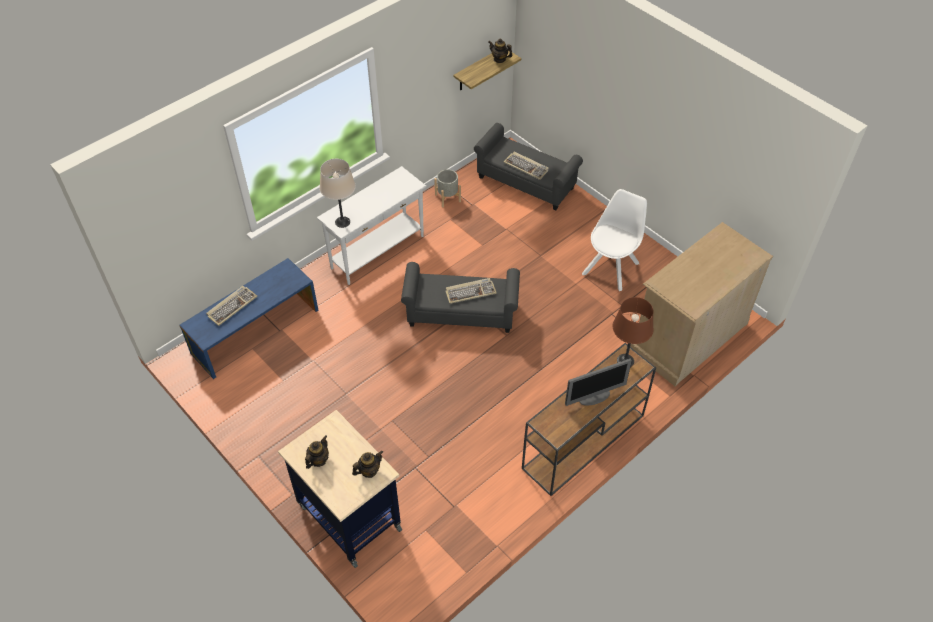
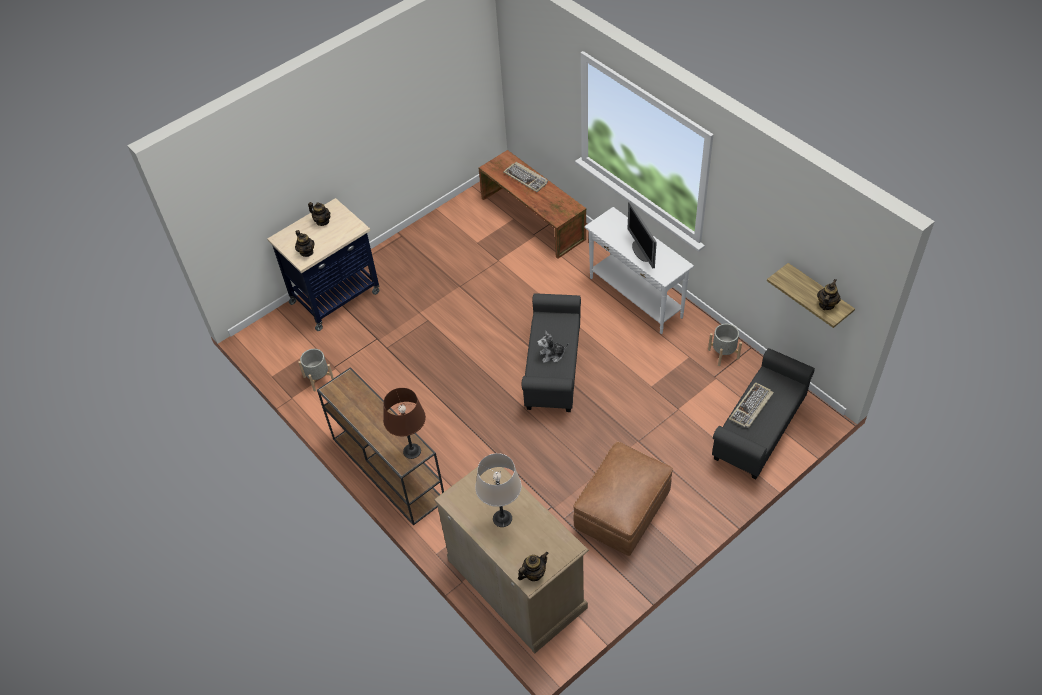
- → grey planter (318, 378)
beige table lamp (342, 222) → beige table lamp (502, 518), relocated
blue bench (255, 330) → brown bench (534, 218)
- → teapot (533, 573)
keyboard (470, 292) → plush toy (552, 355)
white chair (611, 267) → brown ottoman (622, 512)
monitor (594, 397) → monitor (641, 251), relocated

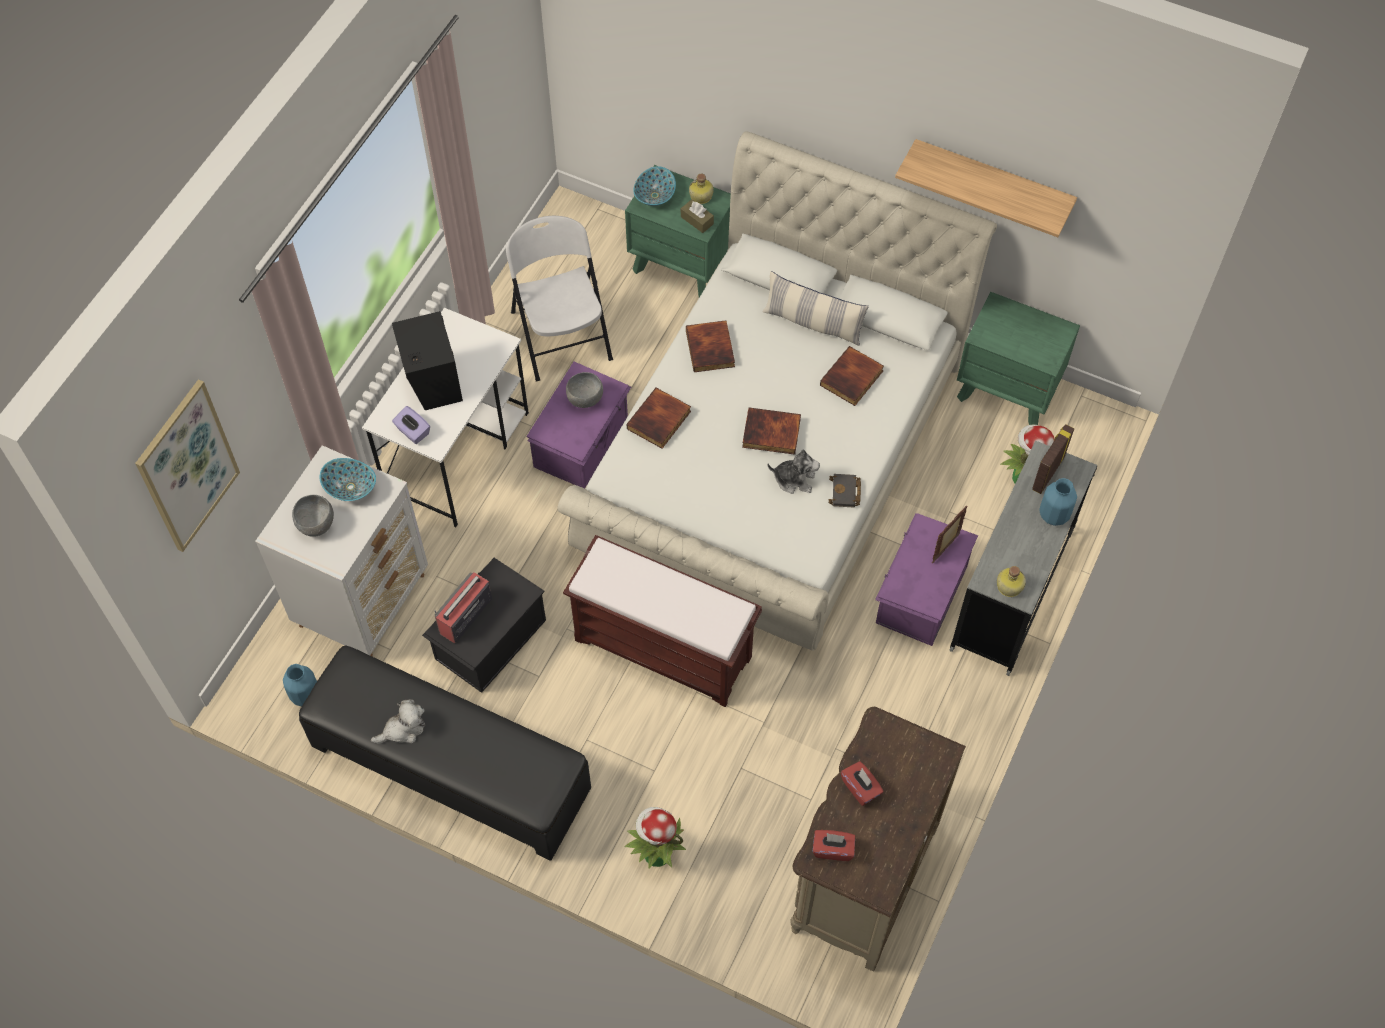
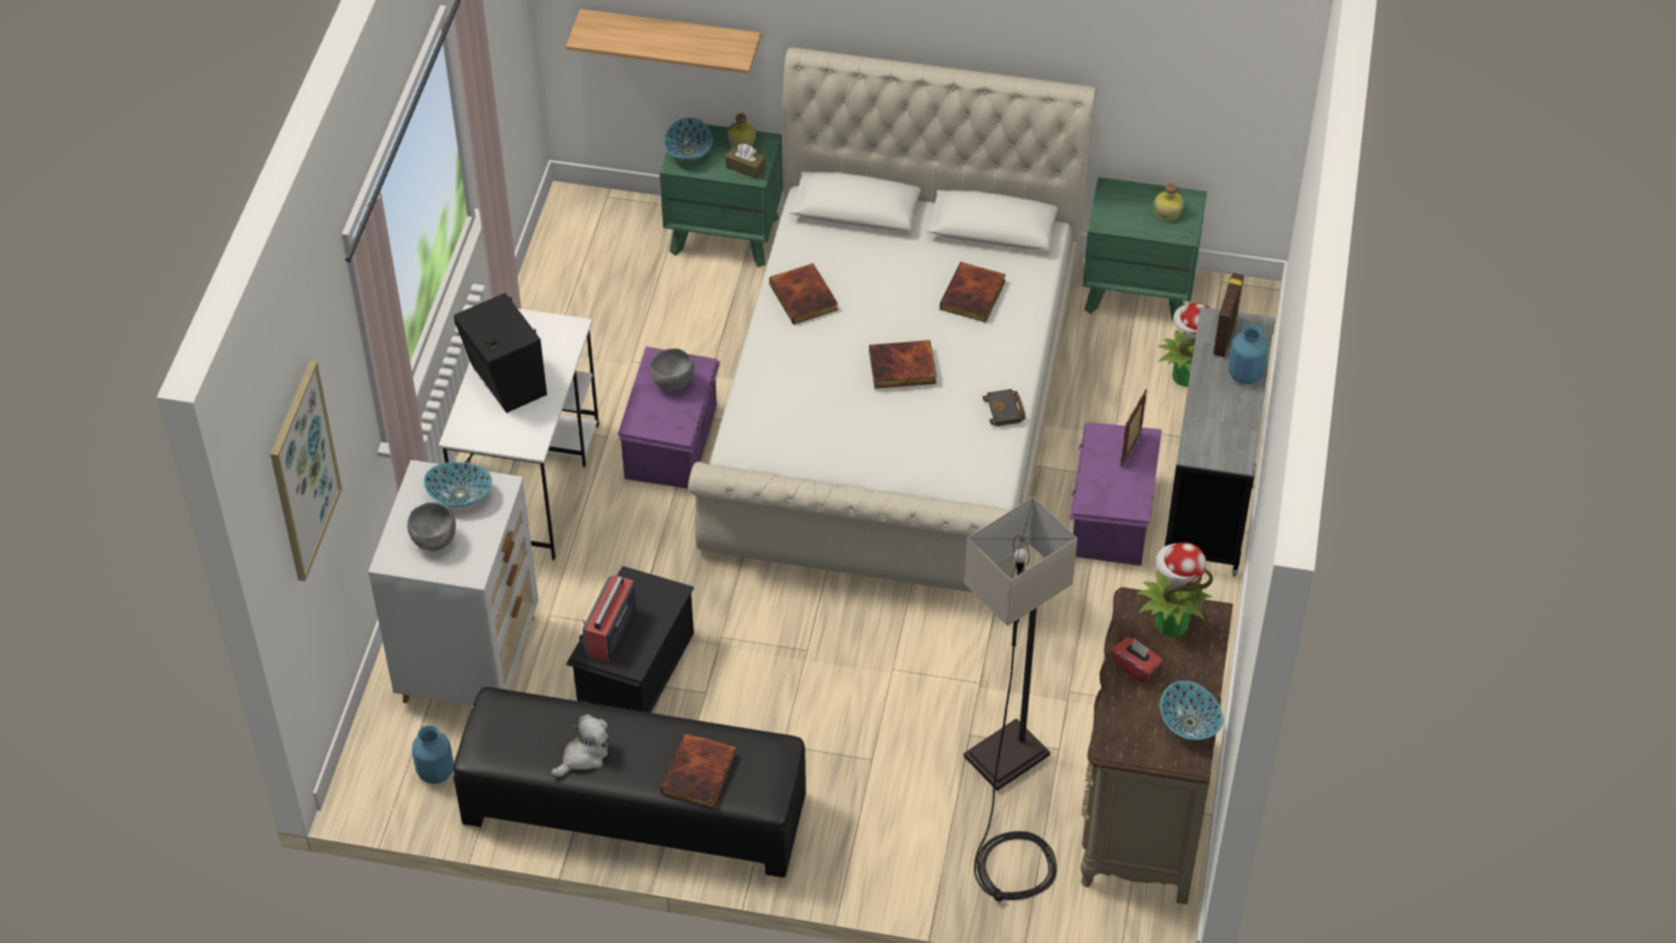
shelf (992, 182) → shelf (671, 38), relocated
book (659, 421) → book (700, 774), relocated
- → floor lamp (1009, 816)
potted plant (656, 853) → potted plant (1170, 623), relocated
bottle (1008, 586) → bottle (1167, 212), relocated
- → bowl (1189, 723)
purple tissue box (412, 432) → -
white chair (562, 335) → -
brown bench (665, 648) → -
pillow (813, 323) → -
plush toy (794, 479) → -
red tissue box (833, 849) → -

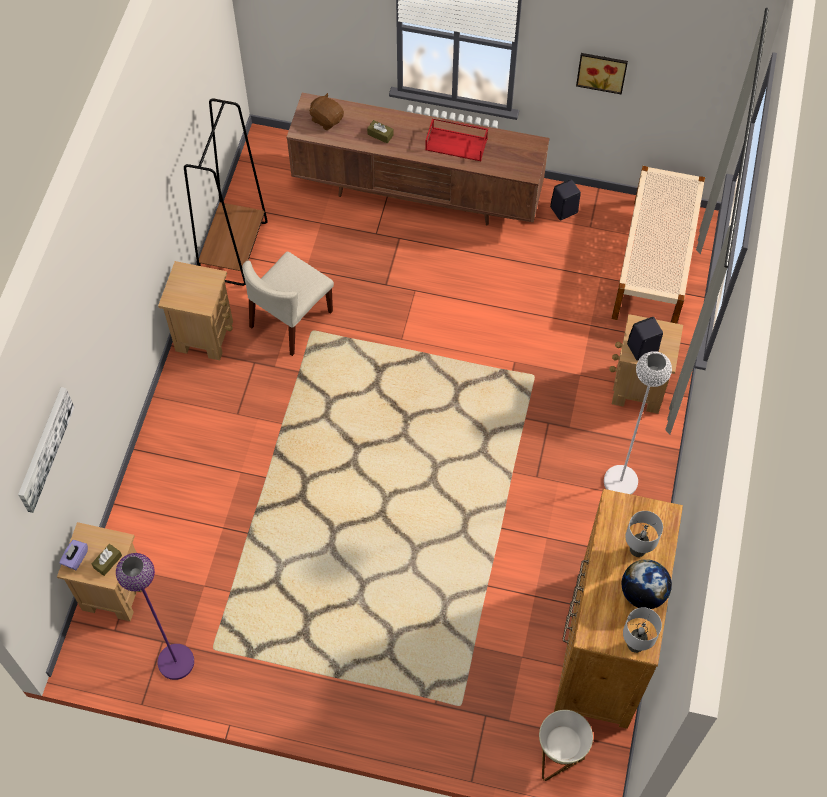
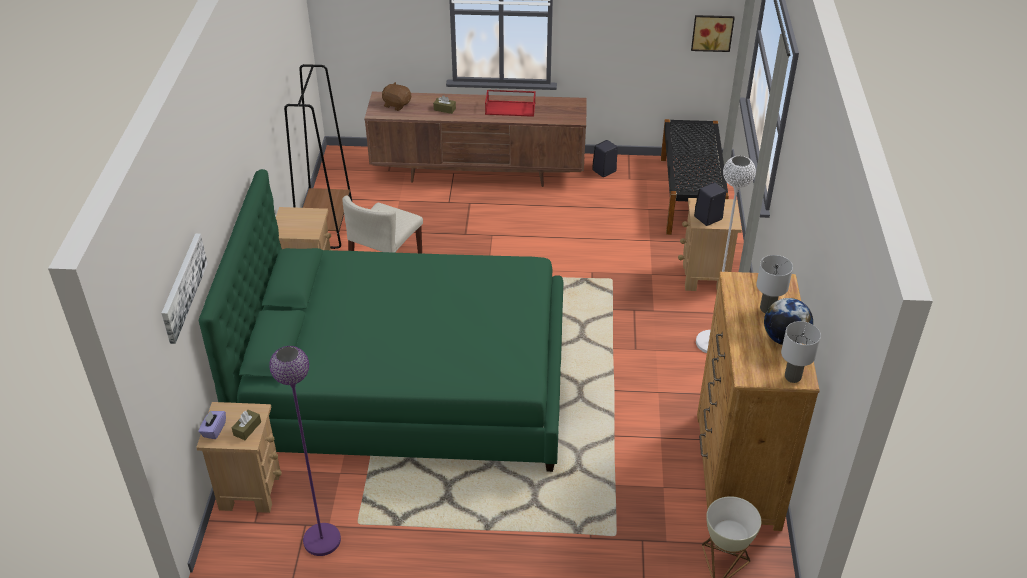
- → green bed (406, 384)
beige bench (655, 264) → black bench (690, 195)
picture (602, 71) → picture (712, 32), relocated

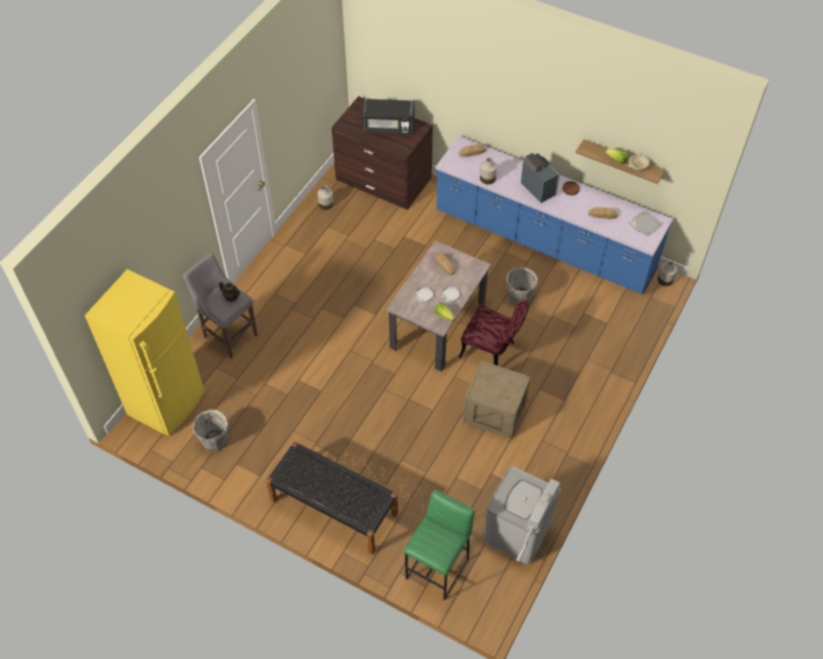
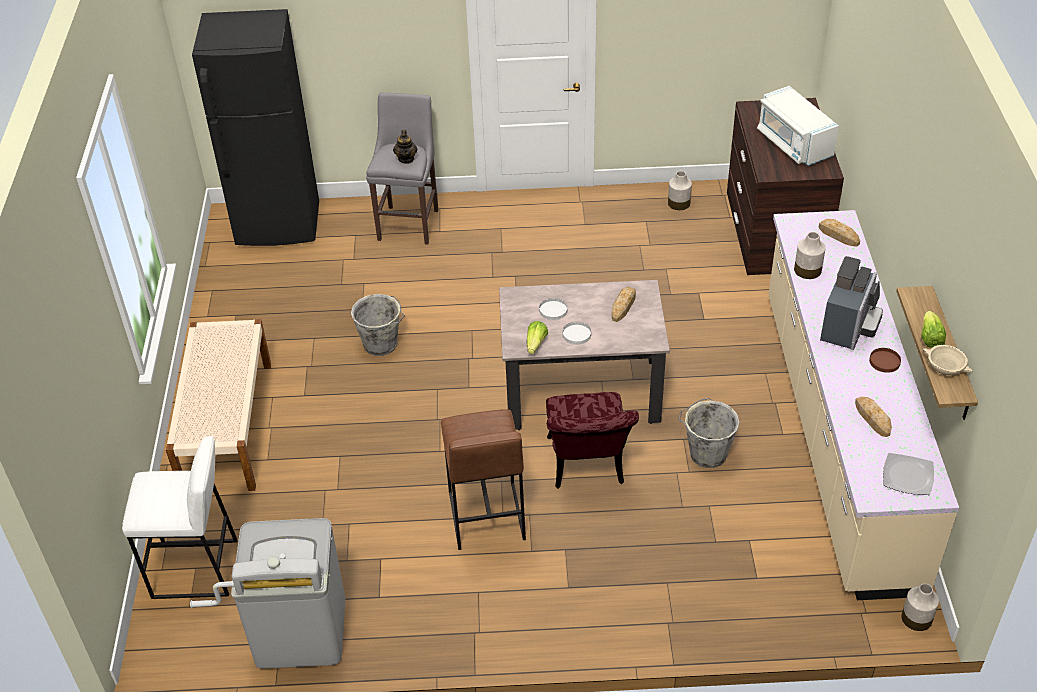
green stool (438, 568) → white stool (197, 569)
black bench (333, 508) → beige bench (226, 426)
yellow fridge (167, 404) → black fridge (278, 224)
grey bucket (216, 440) → grey bucket (381, 345), relocated
crate (495, 412) → brown stool (486, 517)
black microwave (388, 126) → white microwave (793, 143)
blue counter (544, 242) → beige counter (837, 436)

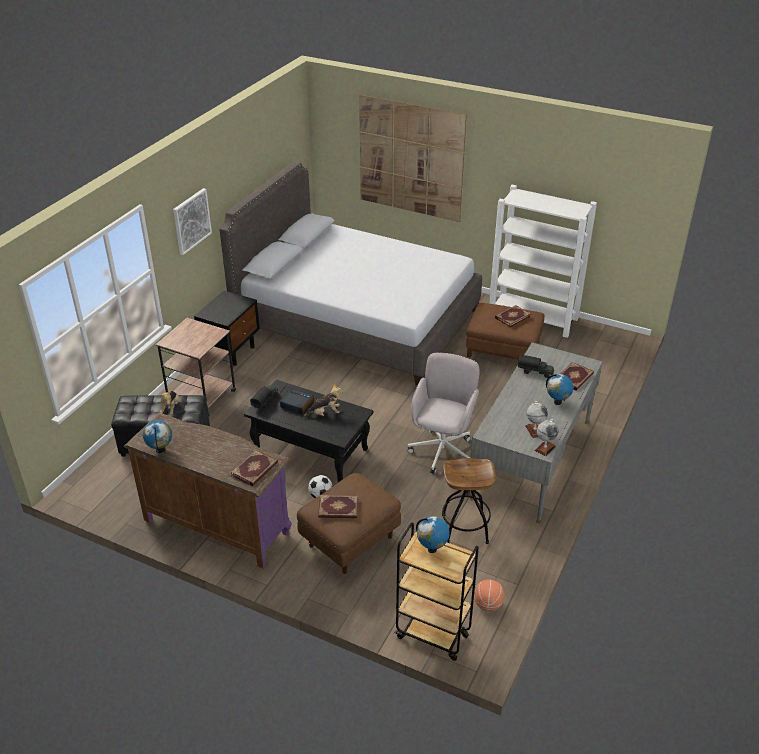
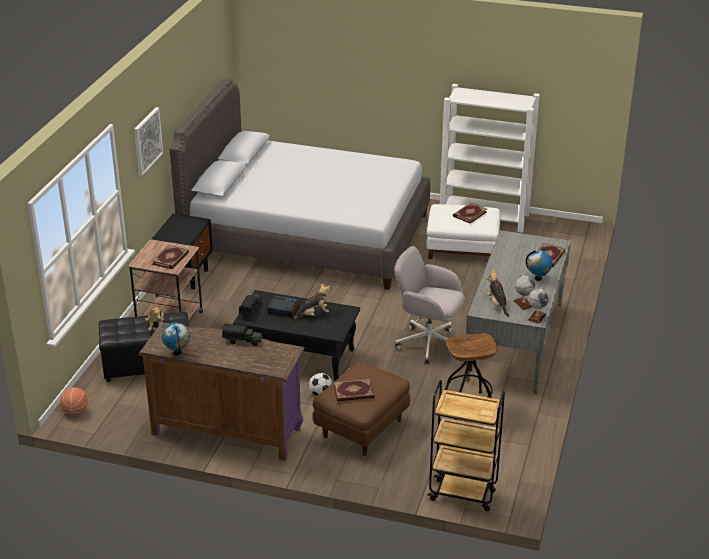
basketball (488, 604) → basketball (75, 411), relocated
book (255, 469) → book (171, 258), relocated
toy truck (535, 372) → toy truck (243, 341), relocated
grey office chair (442, 451) → grey office chair (428, 344), 75 degrees counterclockwise
brown ottoman (504, 348) → white ottoman (463, 247)
- → plush toy (497, 304)
picture (411, 159) → -
globe (432, 549) → -

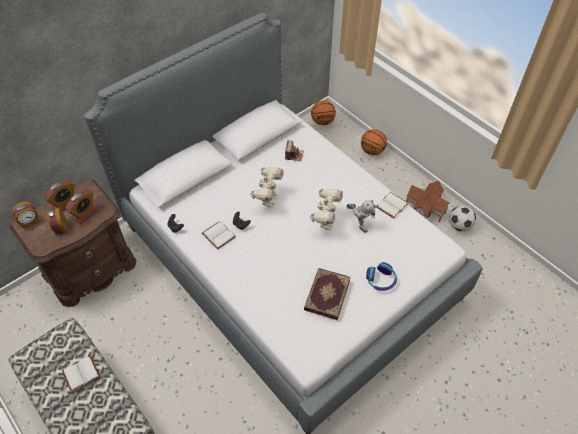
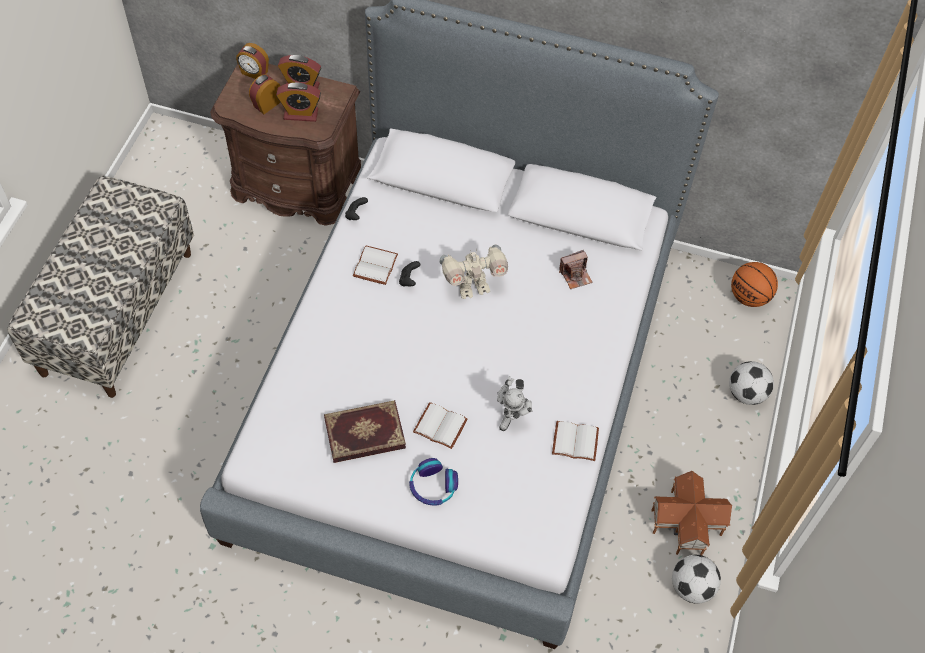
white book (81, 373) → white book (441, 425), relocated
basketball (372, 151) → football (746, 393)
toy robot (325, 222) → -

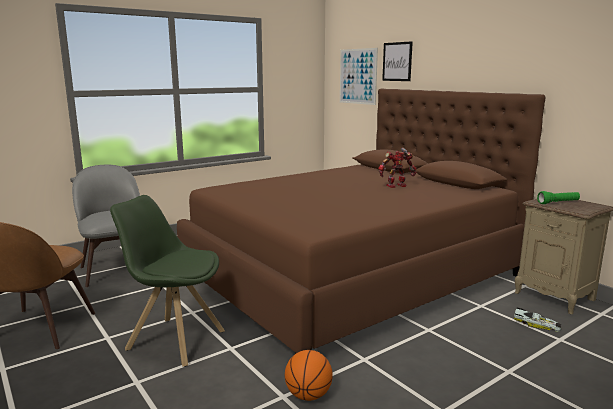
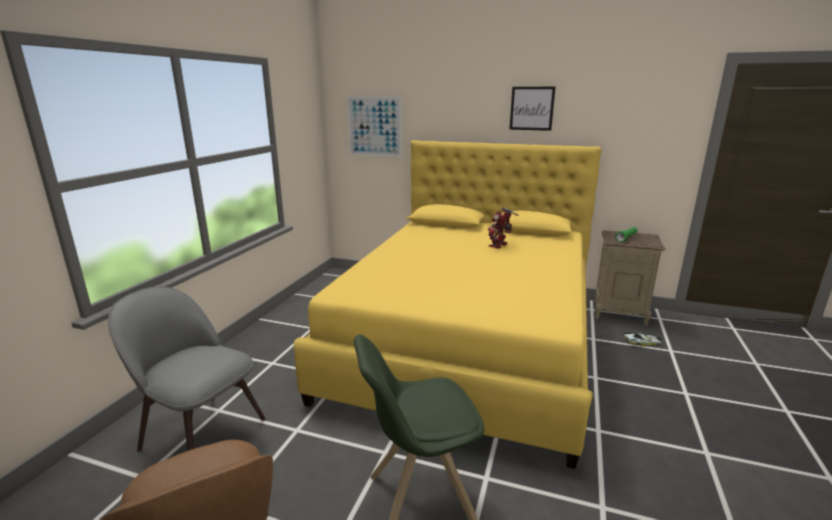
brown bed (352, 275) → yellow bed (468, 342)
picture (397, 61) → picture (531, 108), relocated
basketball (308, 395) → -

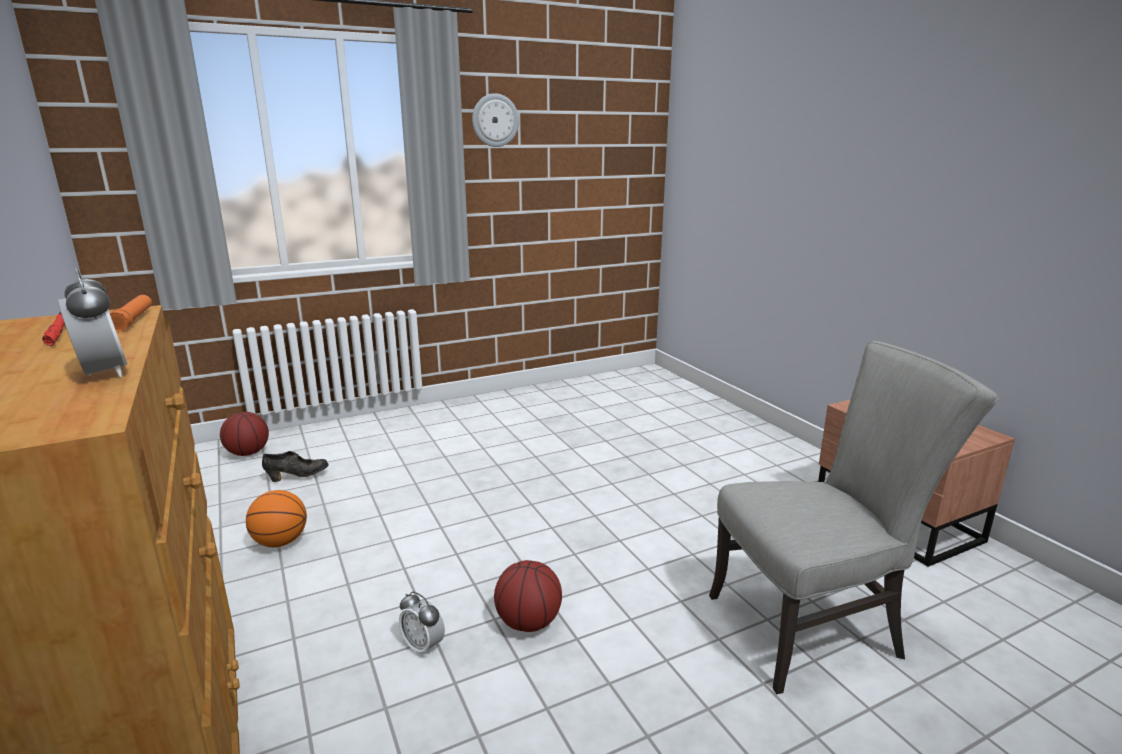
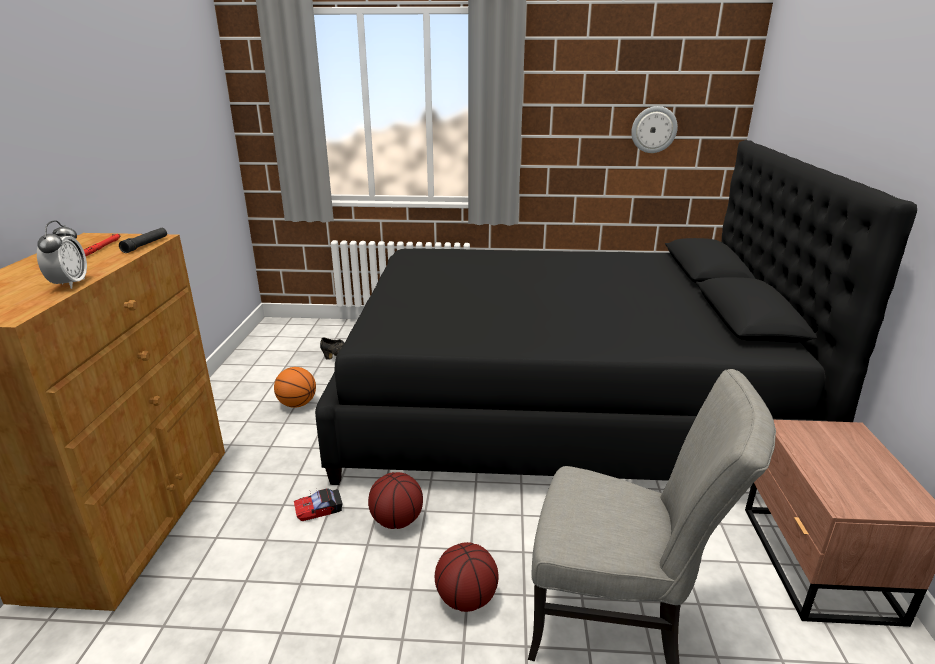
orange flashlight (133, 320) → black flashlight (145, 245)
alarm clock (423, 646) → toy car (319, 509)
- → black bed (558, 404)
basketball (248, 453) → basketball (466, 598), relocated
wall clock (495, 120) → wall clock (654, 129), relocated

